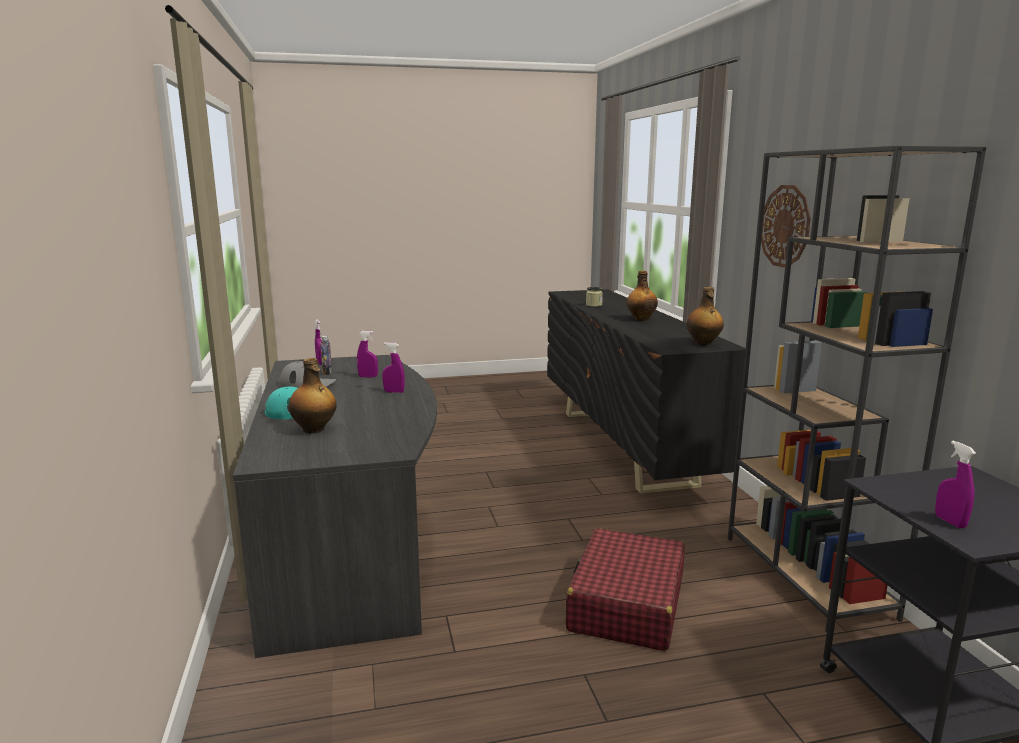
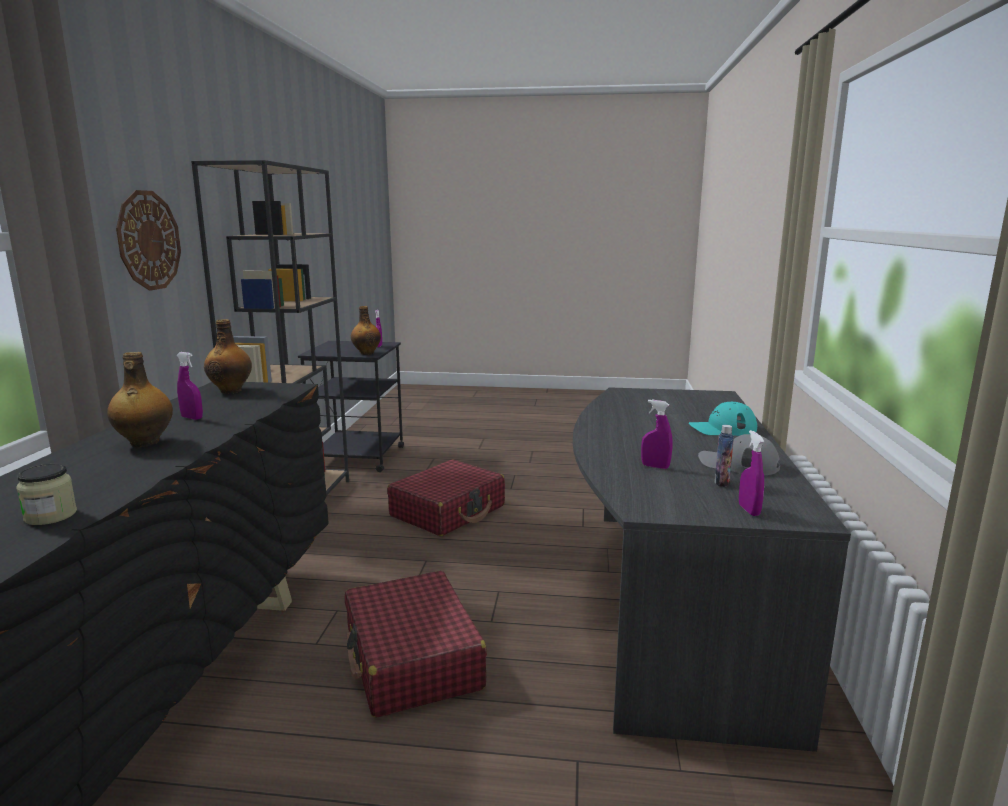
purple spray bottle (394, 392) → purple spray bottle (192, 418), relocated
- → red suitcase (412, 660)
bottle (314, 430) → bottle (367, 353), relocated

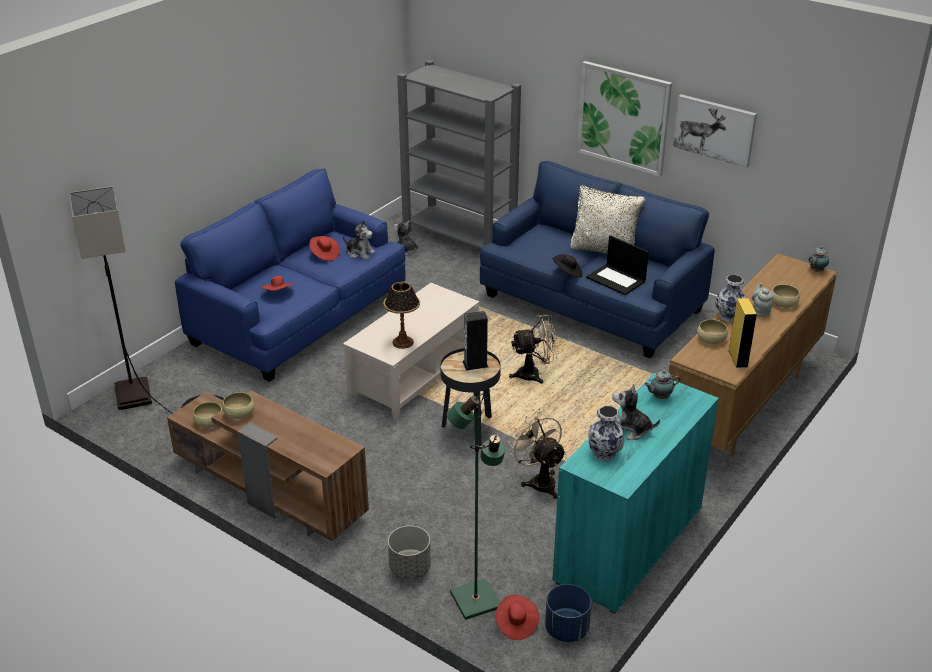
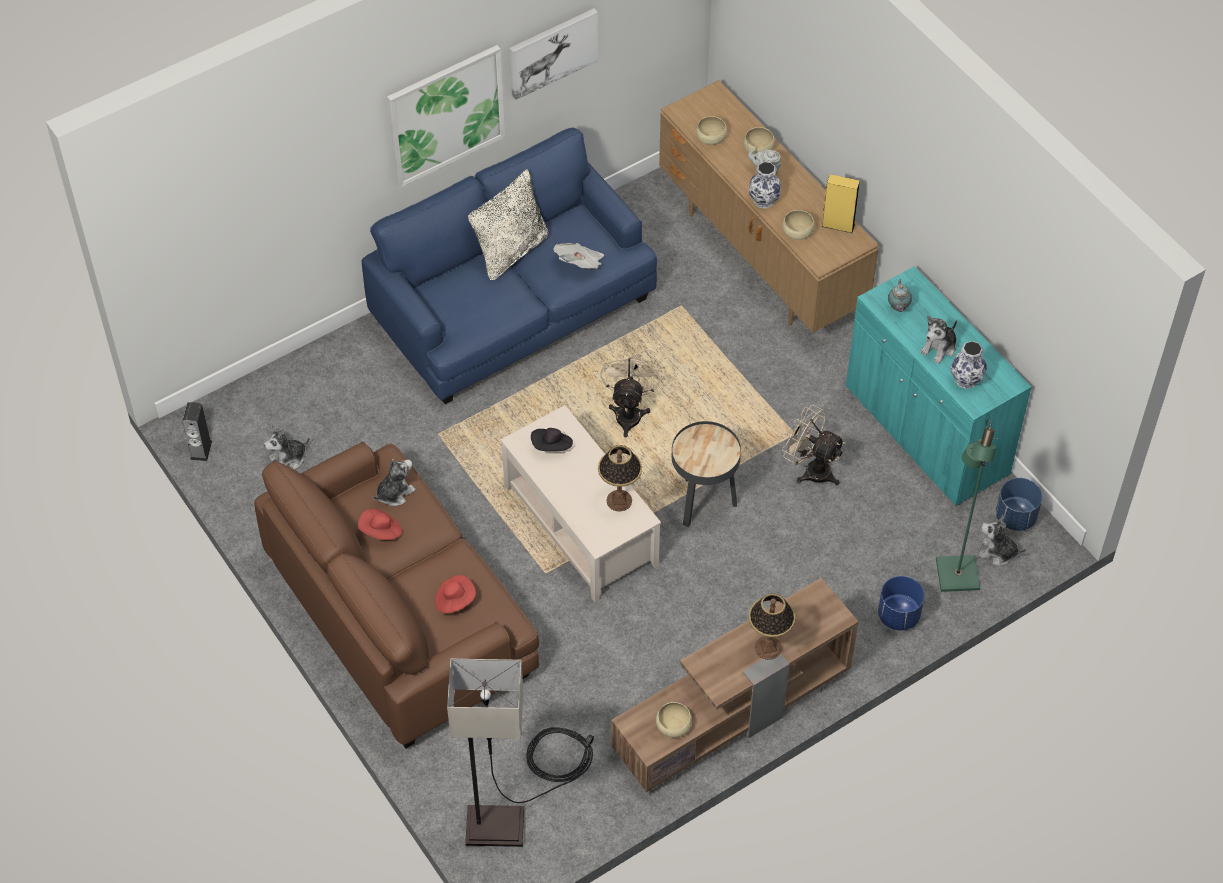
speaker (475, 364) → speaker (201, 450), relocated
blue sofa (300, 318) → brown sofa (400, 615)
black hat (567, 273) → black hat (552, 446), relocated
laptop (616, 279) → newspaper (580, 264)
beige bowl (239, 413) → beige bowl (711, 137), relocated
- → table lamp (768, 648)
beige fan (539, 481) → beige fan (811, 469), 45 degrees clockwise
grey planter (409, 569) → blue planter (898, 616)
red hat (516, 624) → plush toy (997, 552)
grey bookcase (459, 238) → -
teapot (817, 270) → -

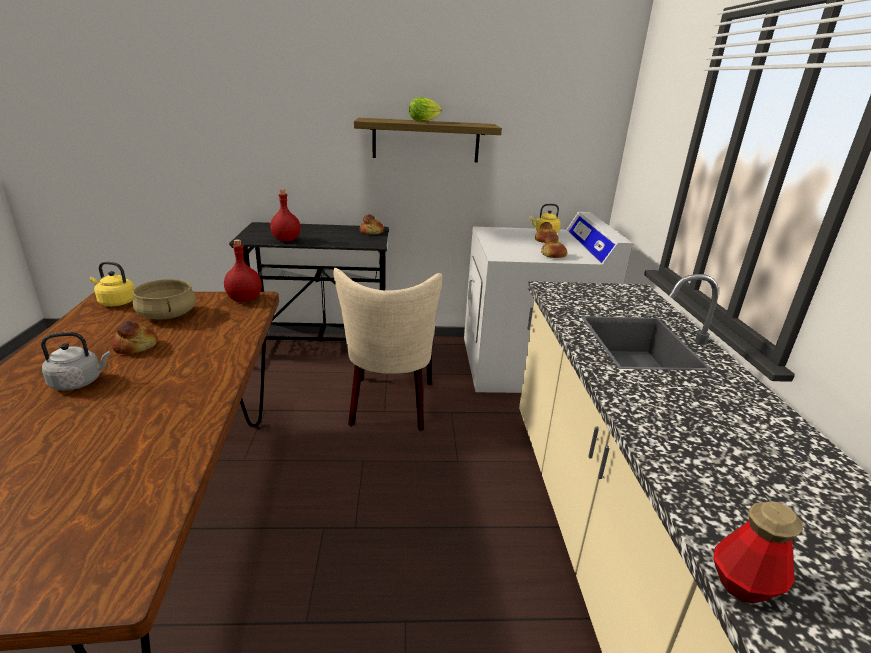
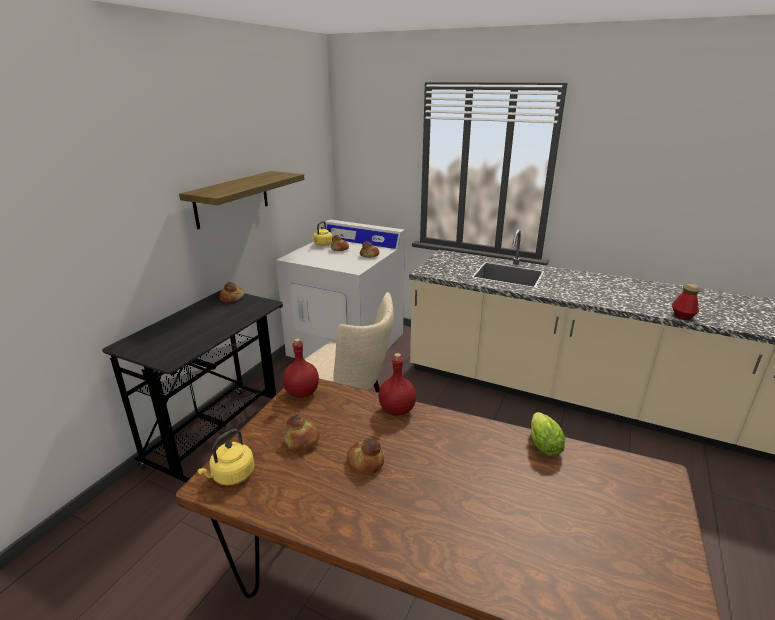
beige cooking pot (167, 315) → bread (301, 440)
red bottle (287, 240) → red bottle (397, 409), relocated
lettuce (425, 121) → lettuce (542, 443), relocated
grey kettle (79, 382) → -

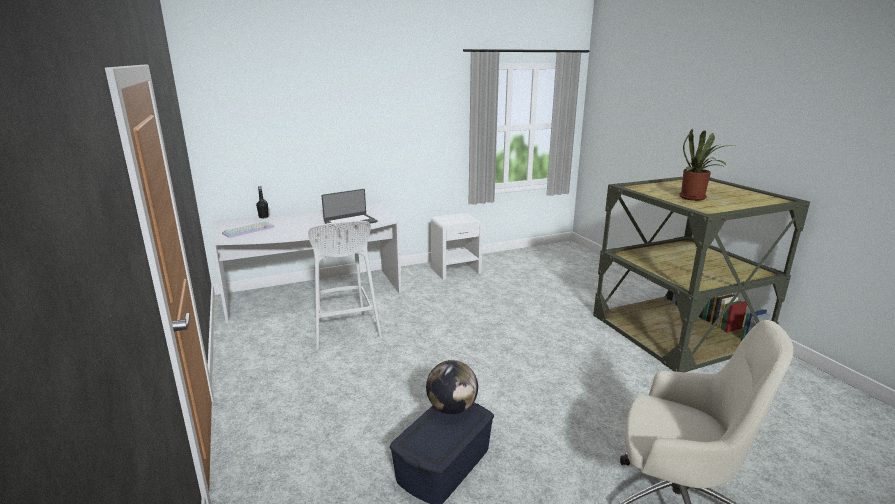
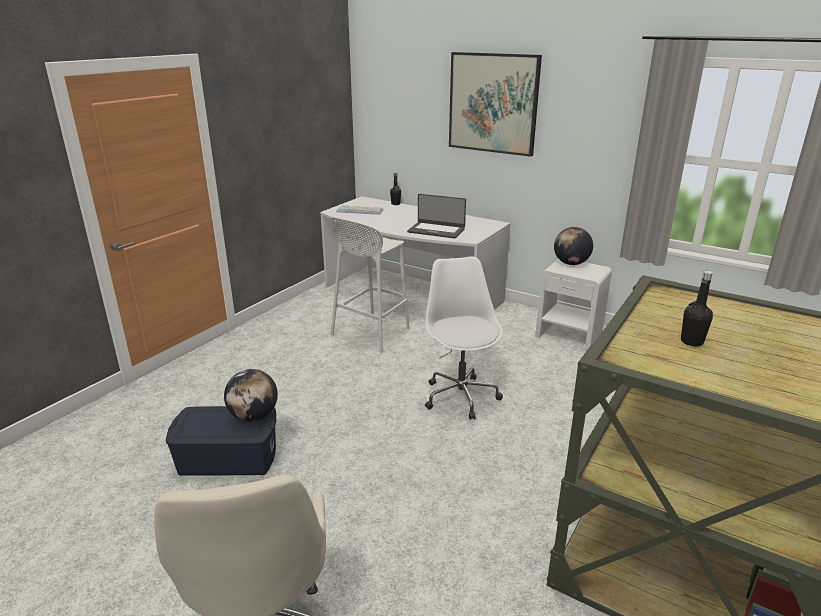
- → white office chair (460, 396)
- → picture (493, 103)
- → globe (571, 263)
potted plant (695, 198) → black bottle (691, 341)

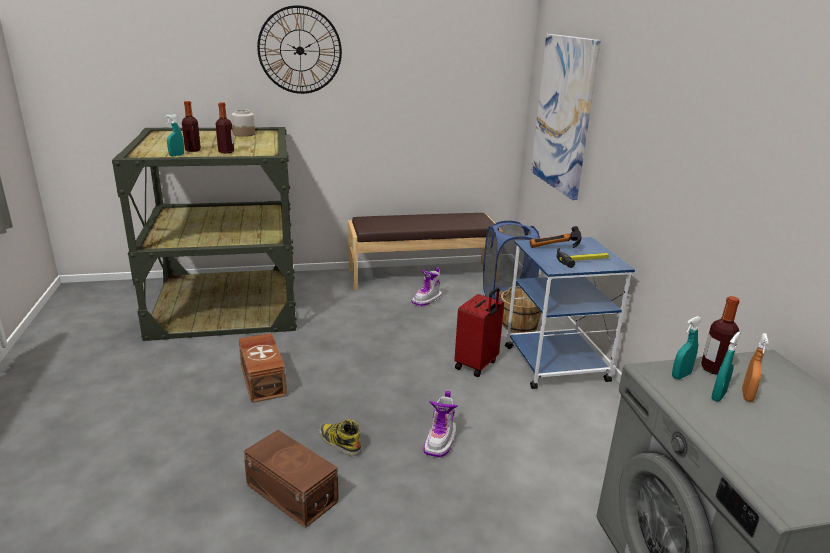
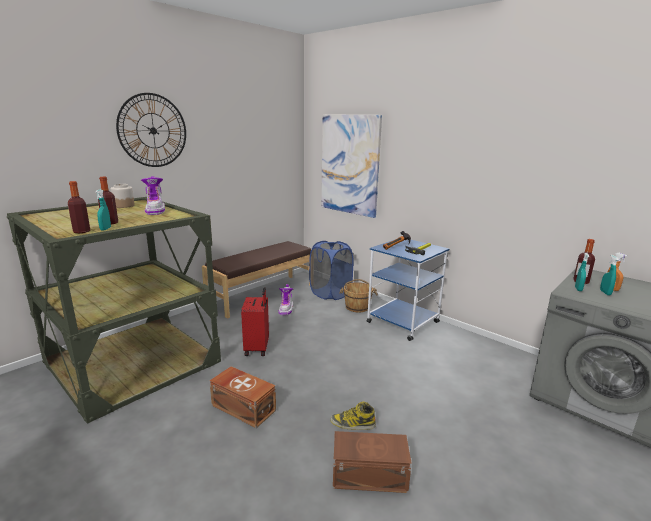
bottle (226, 152) → bottle (81, 231), relocated
boot (440, 441) → boot (155, 211), relocated
red suitcase (477, 365) → red suitcase (257, 348), relocated

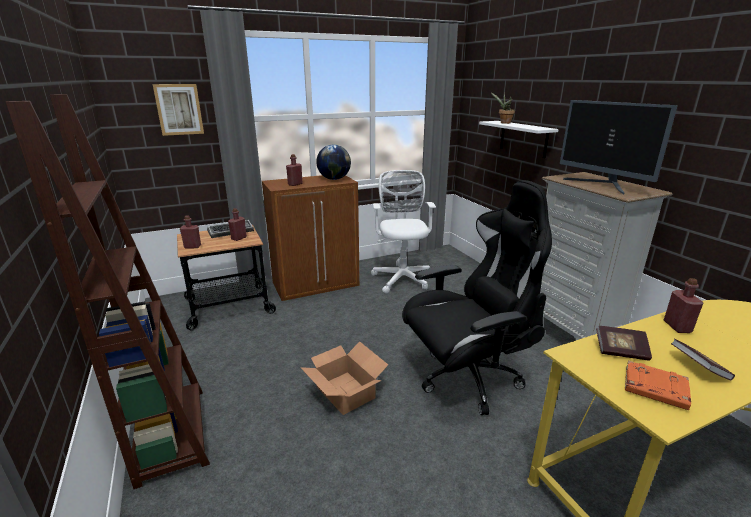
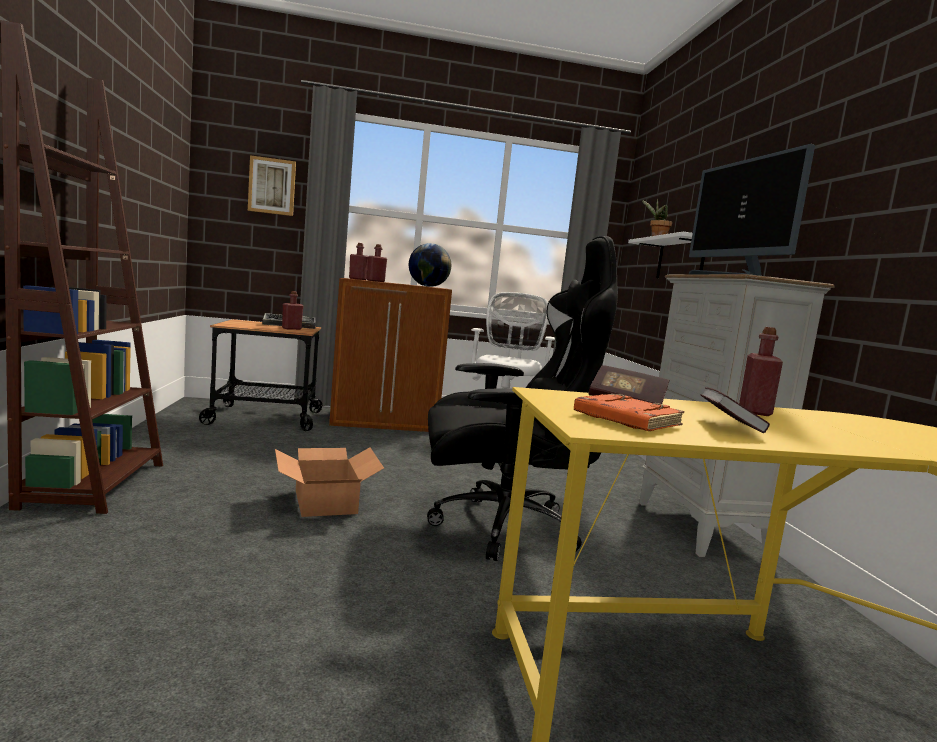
red bottle (192, 247) → red bottle (357, 279), relocated

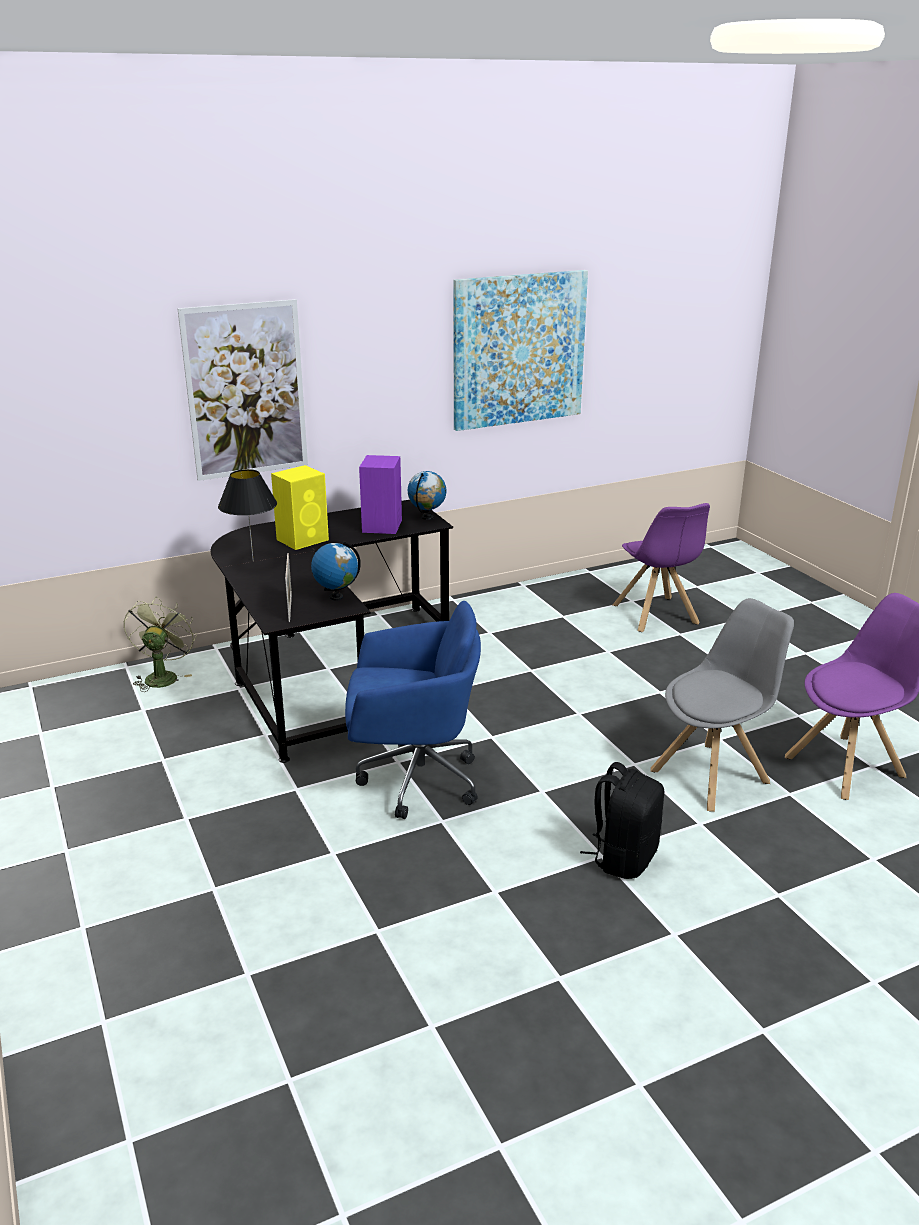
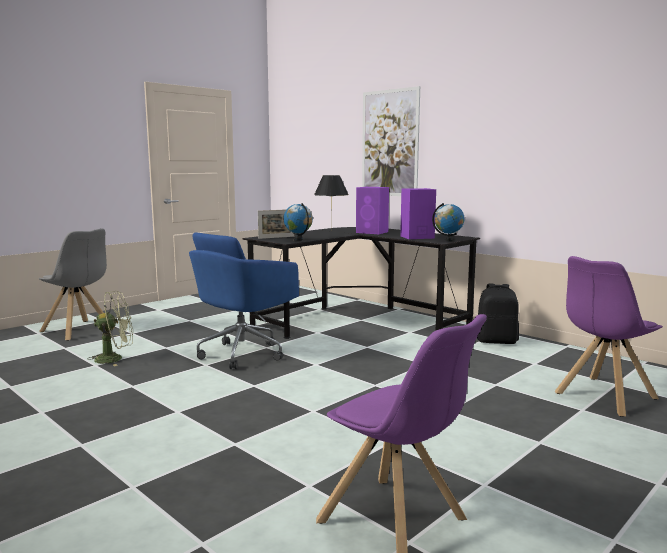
grey chair (713, 774) → grey chair (79, 330), relocated
green fan (162, 676) → green fan (115, 359), relocated
blue office chair (414, 782) → blue office chair (245, 353), 60 degrees clockwise
yellow speaker (303, 539) → purple speaker (372, 232)
black backpack (624, 858) → black backpack (496, 341), relocated
picture (519, 349) → -

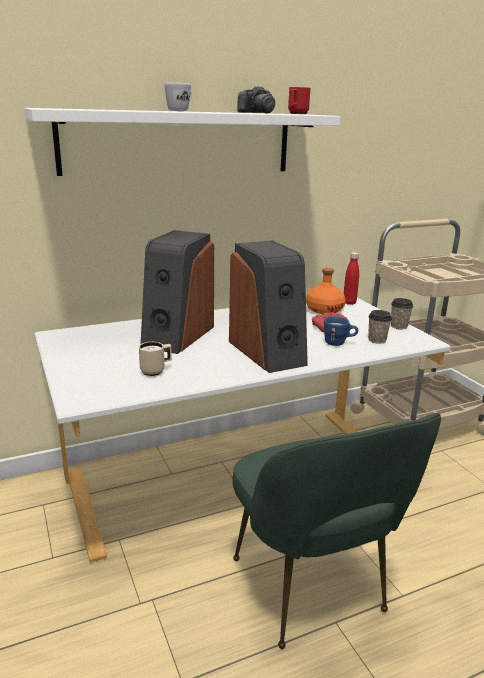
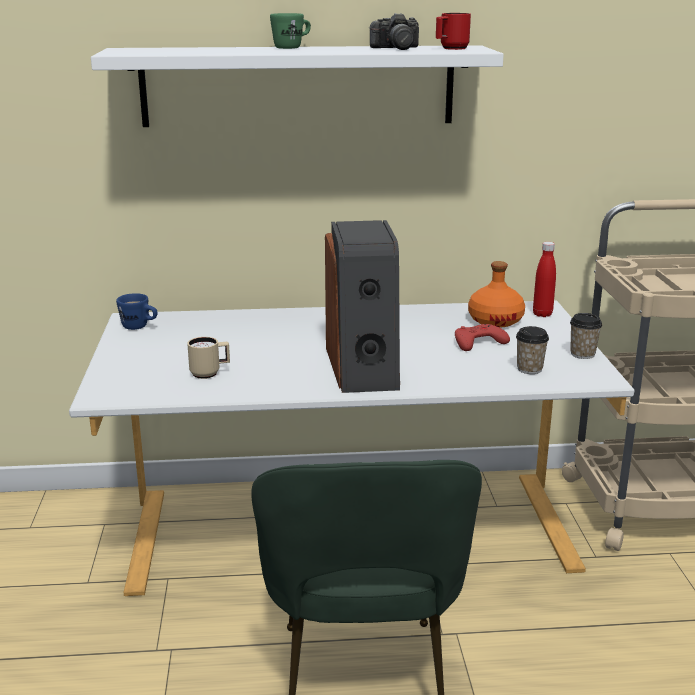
blue mug (339, 343) → blue mug (139, 327), relocated
white mug (180, 111) → green mug (292, 48)
speaker (177, 336) → -

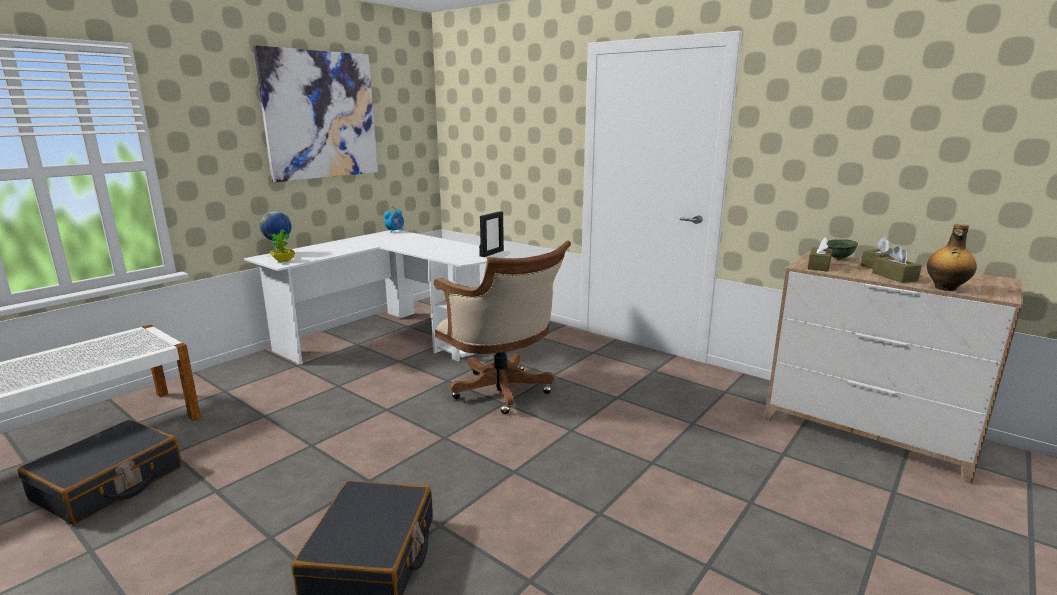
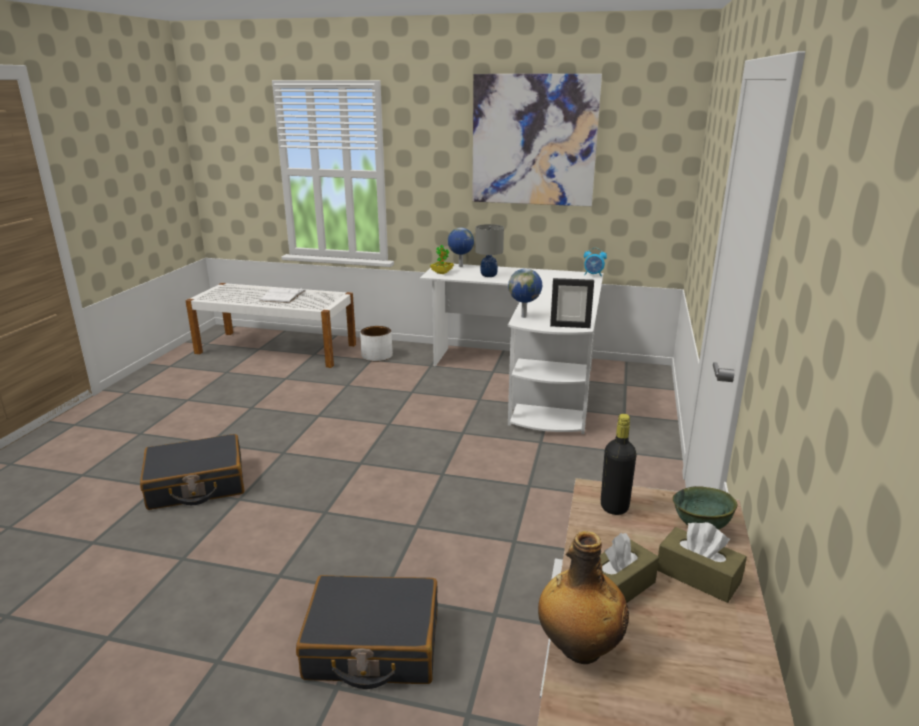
- → white book (283, 296)
black suitcase (109, 484) → black suitcase (372, 645), relocated
- → white planter (377, 356)
- → grey table lamp (488, 275)
- → globe (524, 316)
brown tissue box (818, 266) → black bottle (614, 507)
office chair (504, 391) → -

